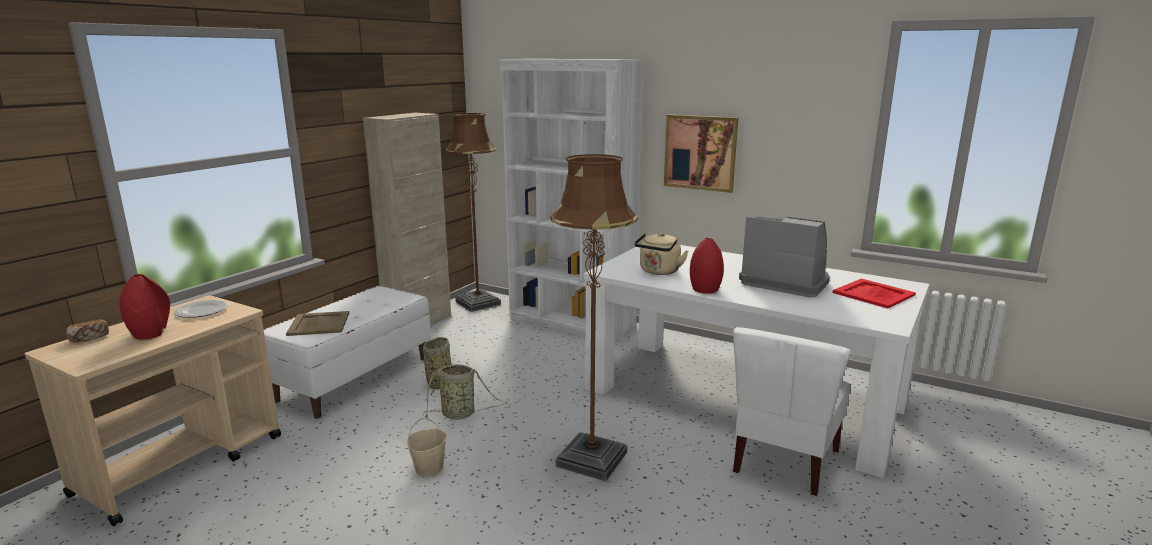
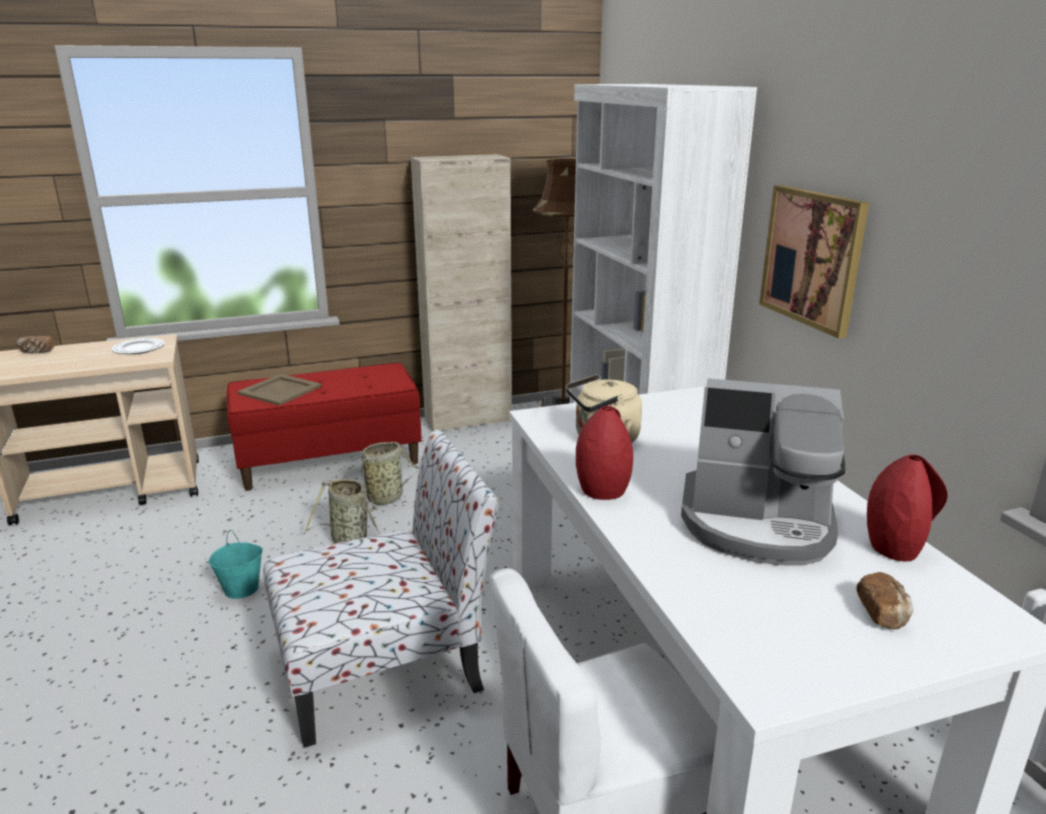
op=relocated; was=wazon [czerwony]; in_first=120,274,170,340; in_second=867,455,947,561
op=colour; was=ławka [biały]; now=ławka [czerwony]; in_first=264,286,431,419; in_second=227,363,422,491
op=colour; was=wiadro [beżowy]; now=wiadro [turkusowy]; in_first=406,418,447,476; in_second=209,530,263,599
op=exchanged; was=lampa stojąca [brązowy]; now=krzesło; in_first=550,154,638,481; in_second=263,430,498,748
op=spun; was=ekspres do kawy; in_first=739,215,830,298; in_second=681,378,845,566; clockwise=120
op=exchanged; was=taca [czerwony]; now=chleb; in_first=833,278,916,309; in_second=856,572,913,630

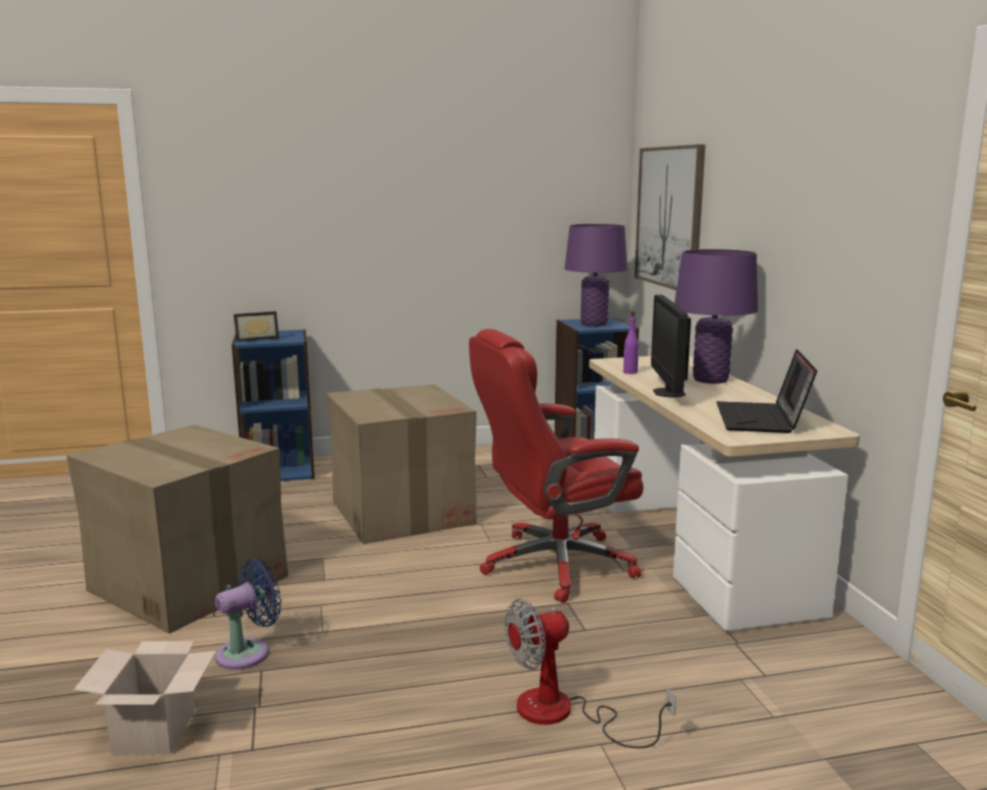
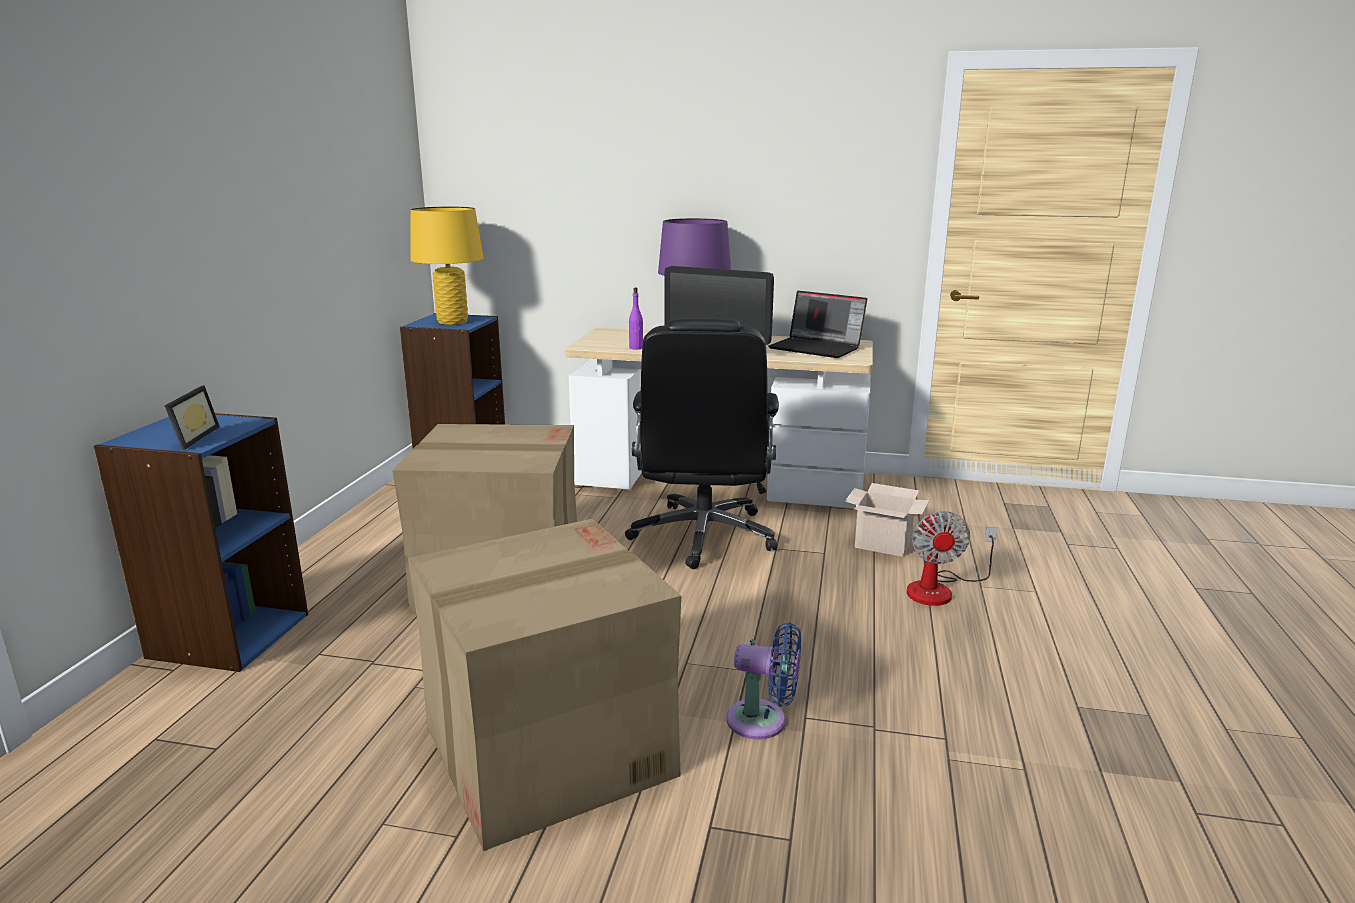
op=relocated; was=karton; in_first=73,641,216,754; in_second=845,483,929,557
op=spun; was=wentylator [niebieski]; in_first=215,558,281,670; in_second=726,623,801,739; clockwise=120
op=colour; was=krzesło biurowe [czerwony]; now=krzesło biurowe [czarny]; in_first=469,329,644,603; in_second=625,318,779,569
op=colour; was=lampa stołowa [fioletowy]; now=lampa stołowa [żółty]; in_first=564,224,627,327; in_second=410,207,484,325
op=missing; was=obraz; in_first=634,144,705,290

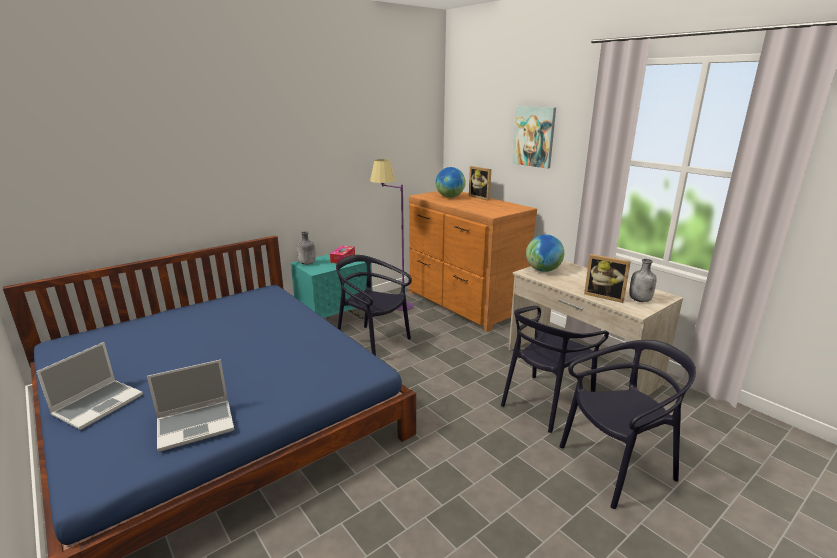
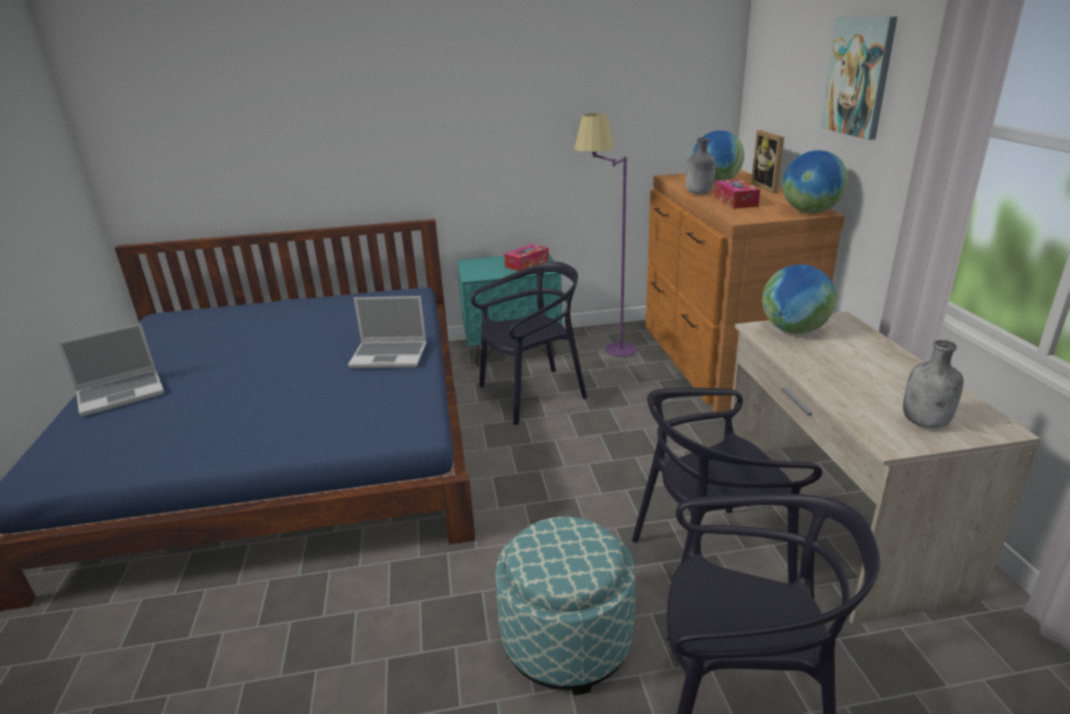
op=relocated; was=laptop; in_first=147,360,234,451; in_second=348,296,427,368
op=relocated; was=butelka [szary]; in_first=297,232,316,265; in_second=686,138,716,194
op=spun; was=krzesło [czarny]; in_first=336,255,412,356; in_second=471,262,587,425; clockwise=90
op=missing; was=ramka na zdjęcie; in_first=584,254,631,303
op=appeared; now=pufa; in_second=495,517,635,695
op=appeared; now=pudełko chusteczek; in_second=714,179,760,209
op=appeared; now=globus; in_second=782,150,848,213

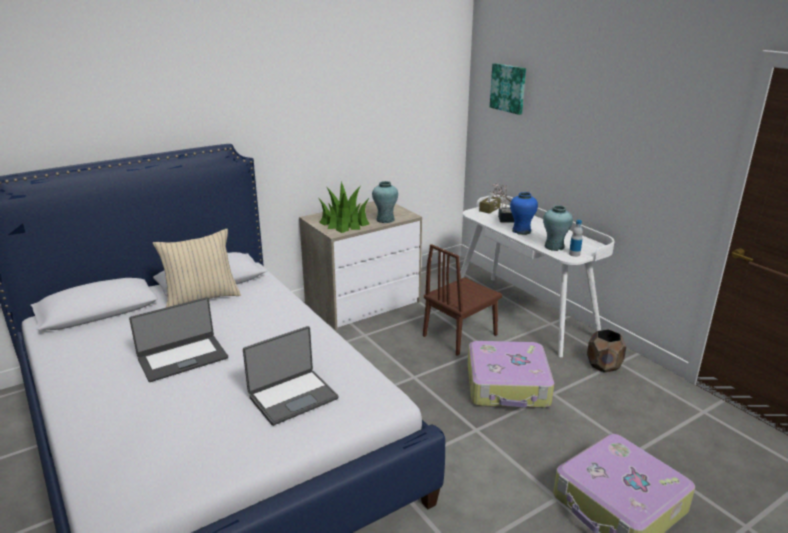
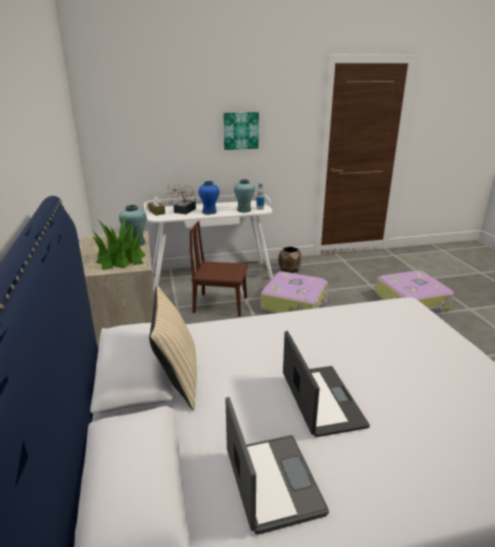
op=relocated; was=laptop; in_first=243,326,338,426; in_second=226,397,329,535
op=spun; was=krzesło [brązowy]; in_first=423,244,502,356; in_second=190,221,248,317; clockwise=120
op=relocated; was=obraz; in_first=490,63,526,115; in_second=223,112,259,150

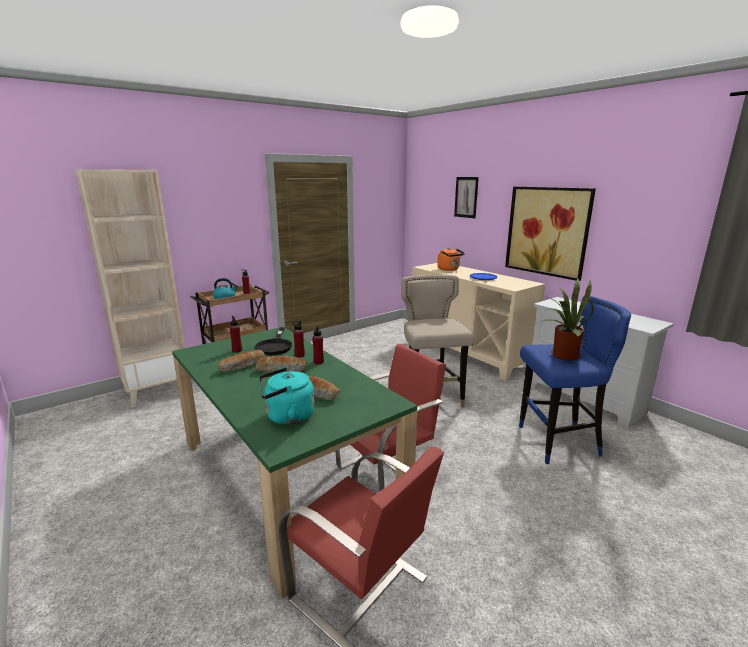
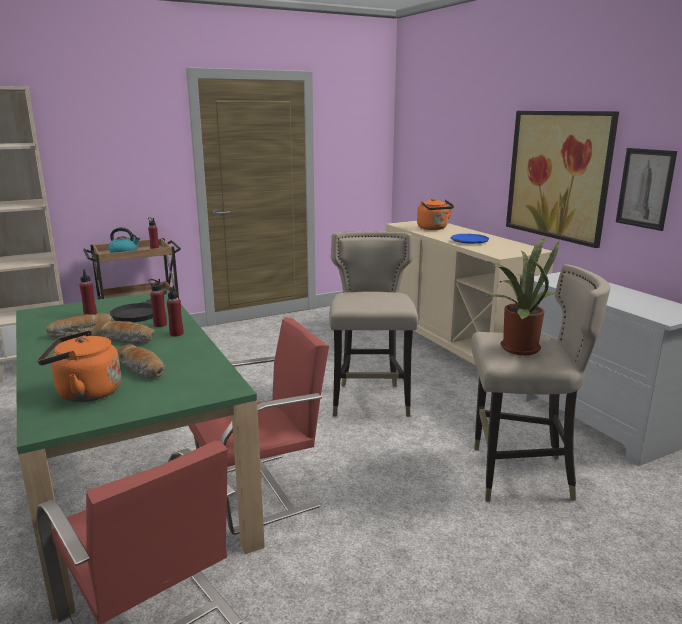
op=colour; was=czajnik [turkusowy]; now=czajnik [pomarańczowy]; in_first=259,367,315,425; in_second=37,331,121,402
op=relocated; was=obraz; in_first=454,177,479,218; in_second=616,148,677,231
op=colour; was=stołek [niebieski]; now=stołek [beżowy]; in_first=519,296,631,464; in_second=471,264,611,502

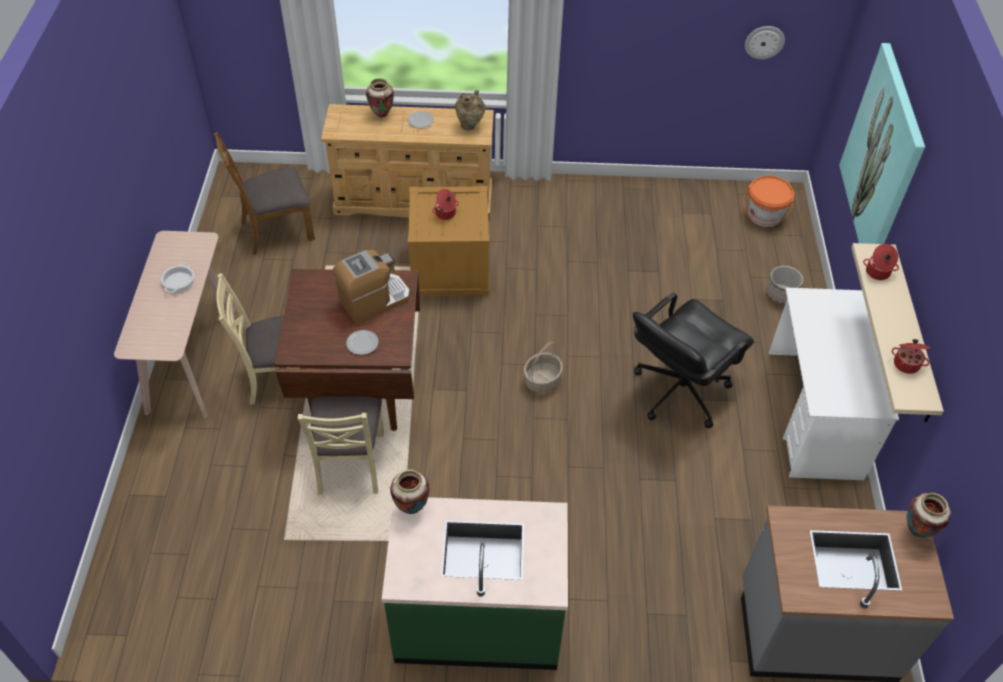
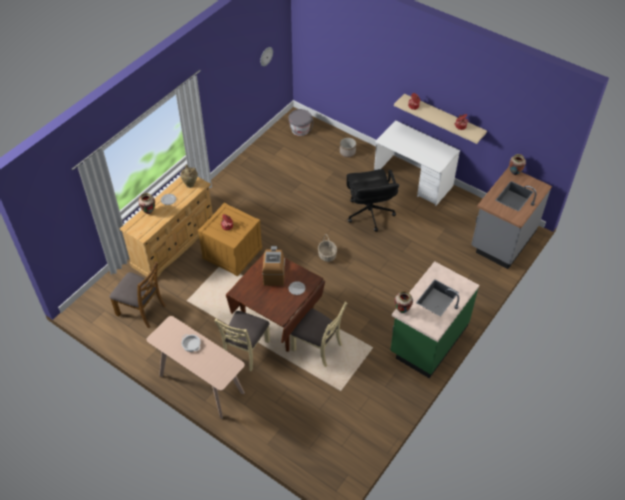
op=spun; was=krzesło [brązowy]; in_first=214,132,315,255; in_second=110,261,166,328; clockwise=-75
op=colour; was=wiadro [pomarańczowy]; now=wiadro [szary]; in_first=744,176,794,227; in_second=289,109,313,136
op=missing; was=obraz; in_first=839,43,925,244

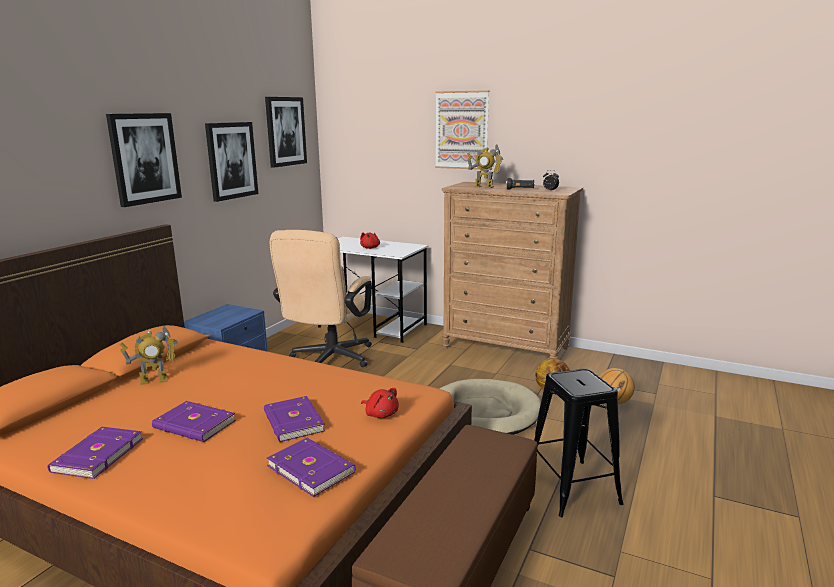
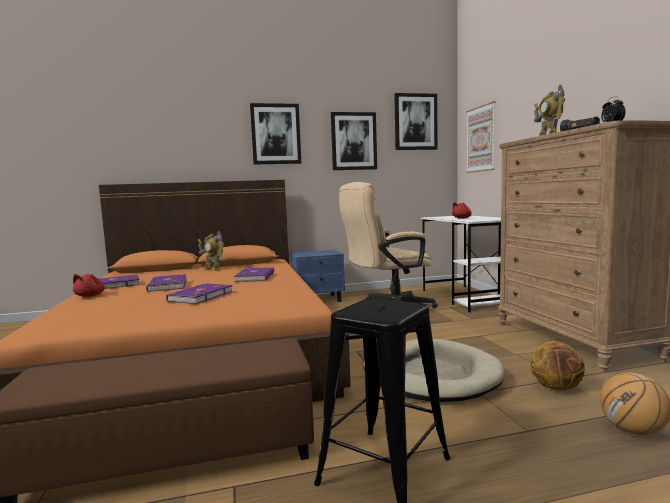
op=relocated; was=książka [fioletowy]; in_first=267,438,356,497; in_second=234,267,274,282
op=relocated; was=pluszak [czerwony]; in_first=361,388,399,418; in_second=73,274,105,297
op=relocated; was=obraz; in_first=435,90,489,170; in_second=466,101,496,173

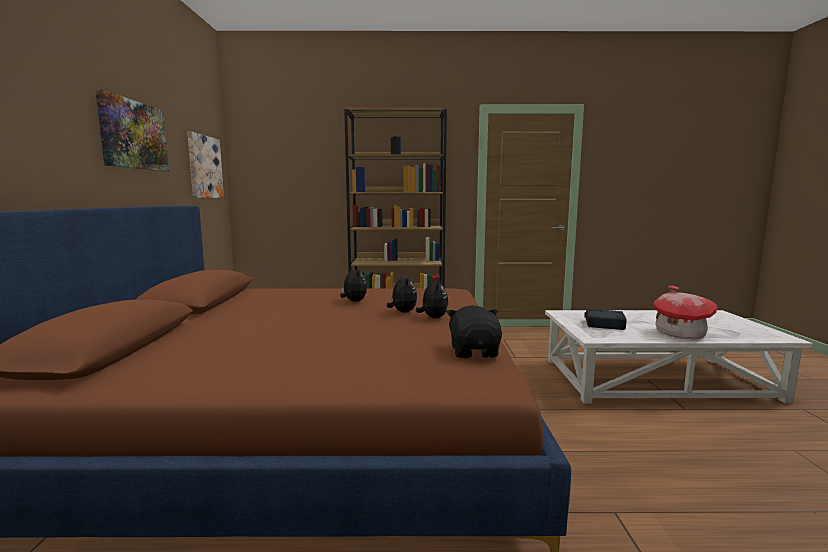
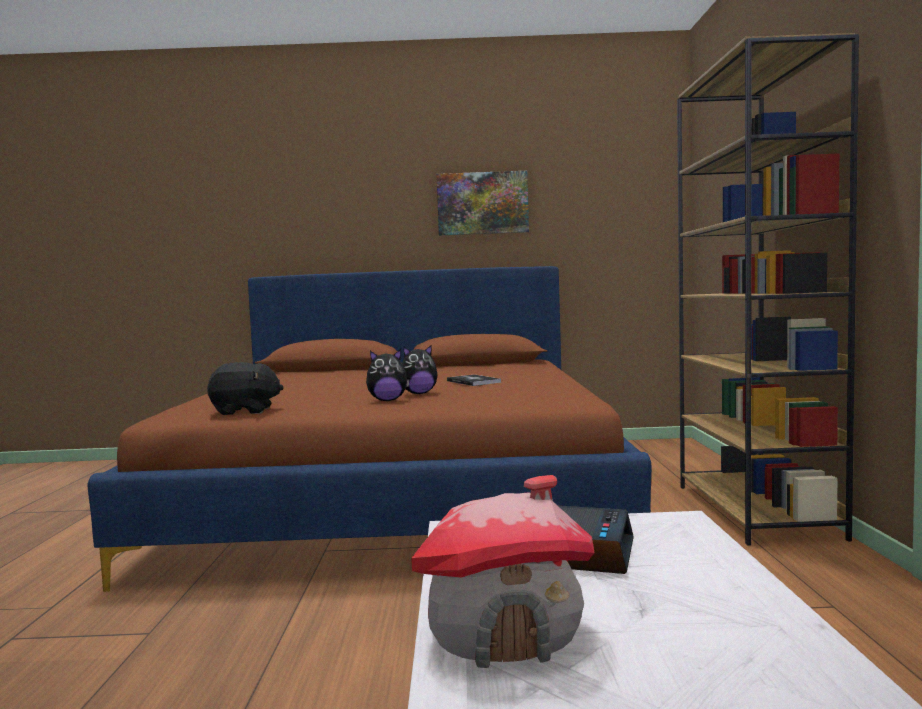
op=missing; was=obraz; in_first=187,132,224,198
op=exchanged; was=pluszak; now=książka; in_first=340,267,367,302; in_second=447,375,501,386

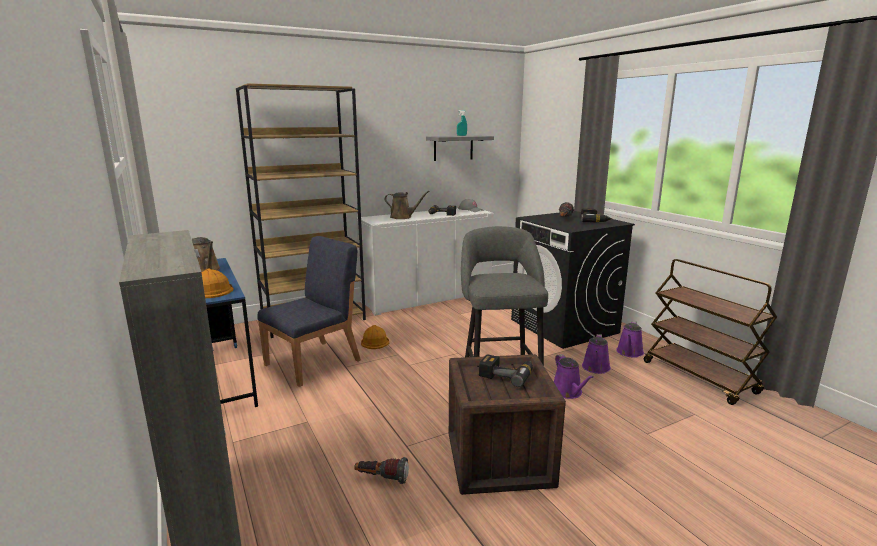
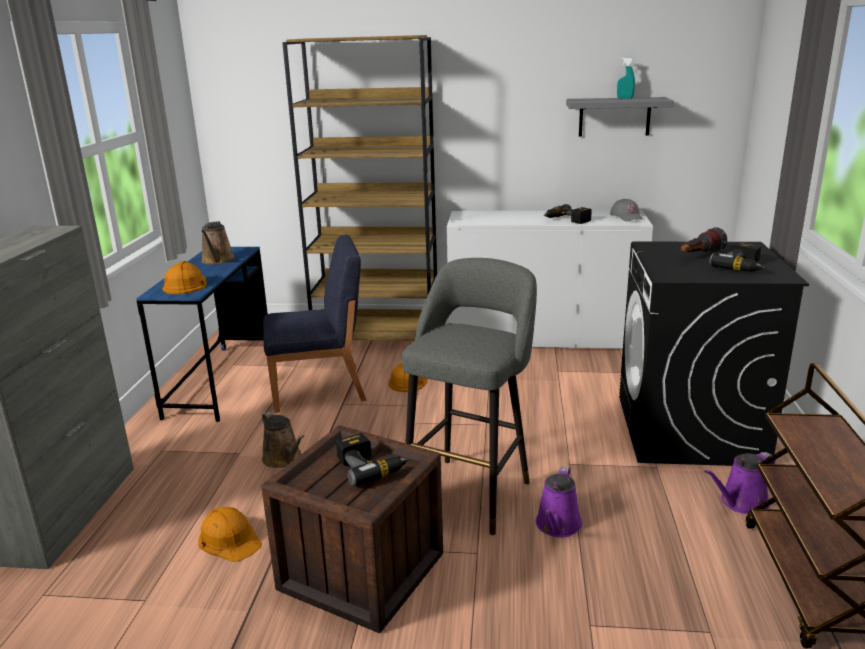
op=exchanged; was=latarka; now=kask [pomarańczowy]; in_first=354,457,409,484; in_second=198,507,262,562
op=relocated; was=konewka [brązowy]; in_first=385,191,430,219; in_second=262,411,304,468
op=missing; was=konewka [fioletowy]; in_first=582,334,611,374

